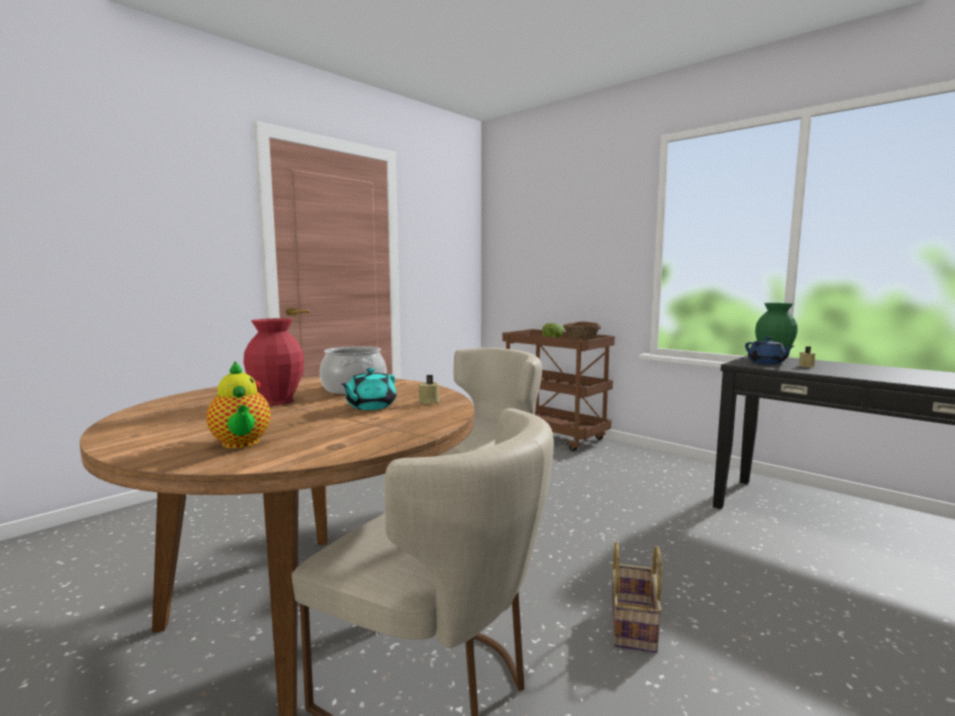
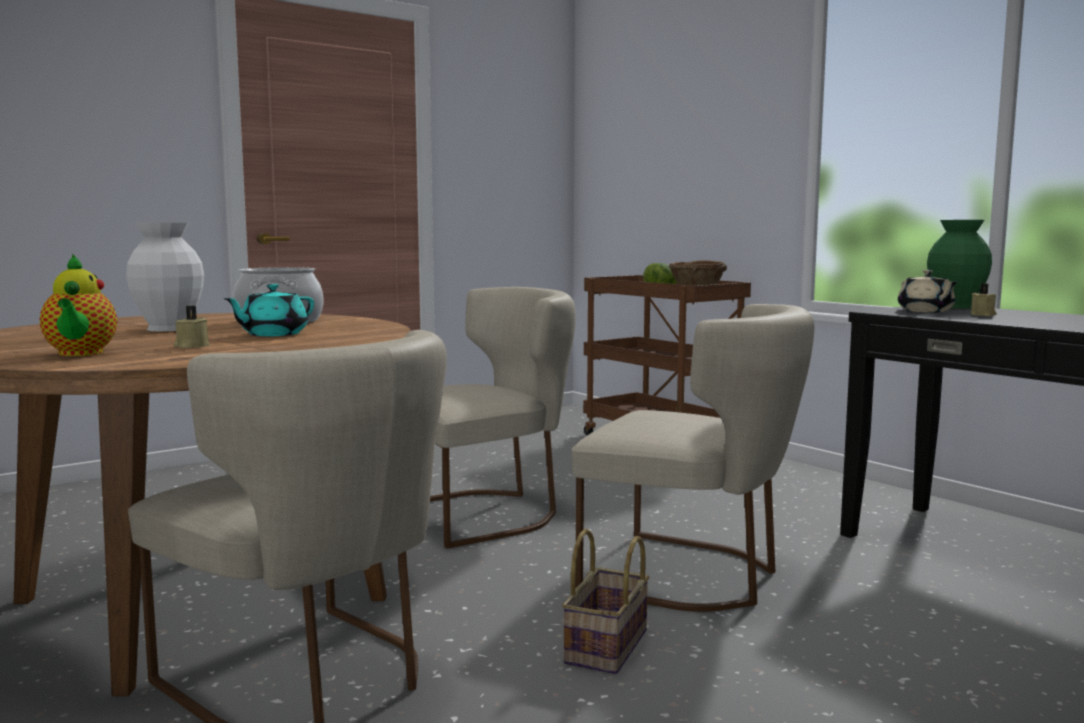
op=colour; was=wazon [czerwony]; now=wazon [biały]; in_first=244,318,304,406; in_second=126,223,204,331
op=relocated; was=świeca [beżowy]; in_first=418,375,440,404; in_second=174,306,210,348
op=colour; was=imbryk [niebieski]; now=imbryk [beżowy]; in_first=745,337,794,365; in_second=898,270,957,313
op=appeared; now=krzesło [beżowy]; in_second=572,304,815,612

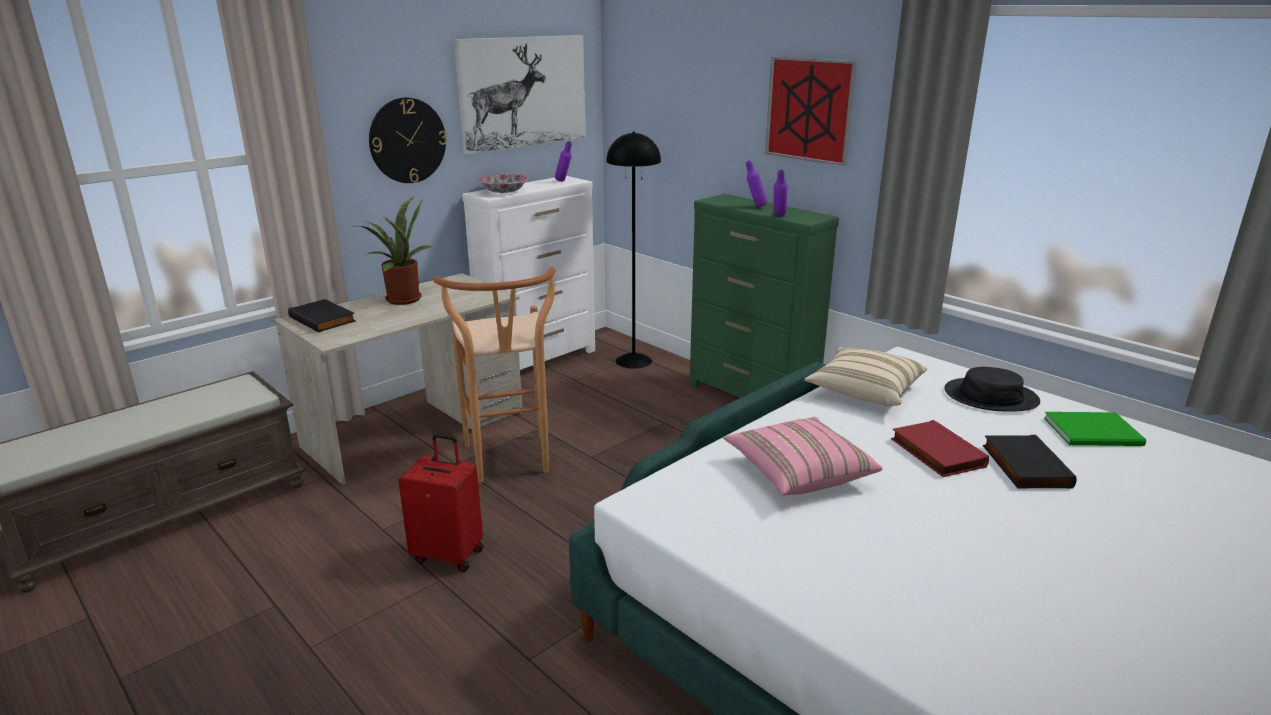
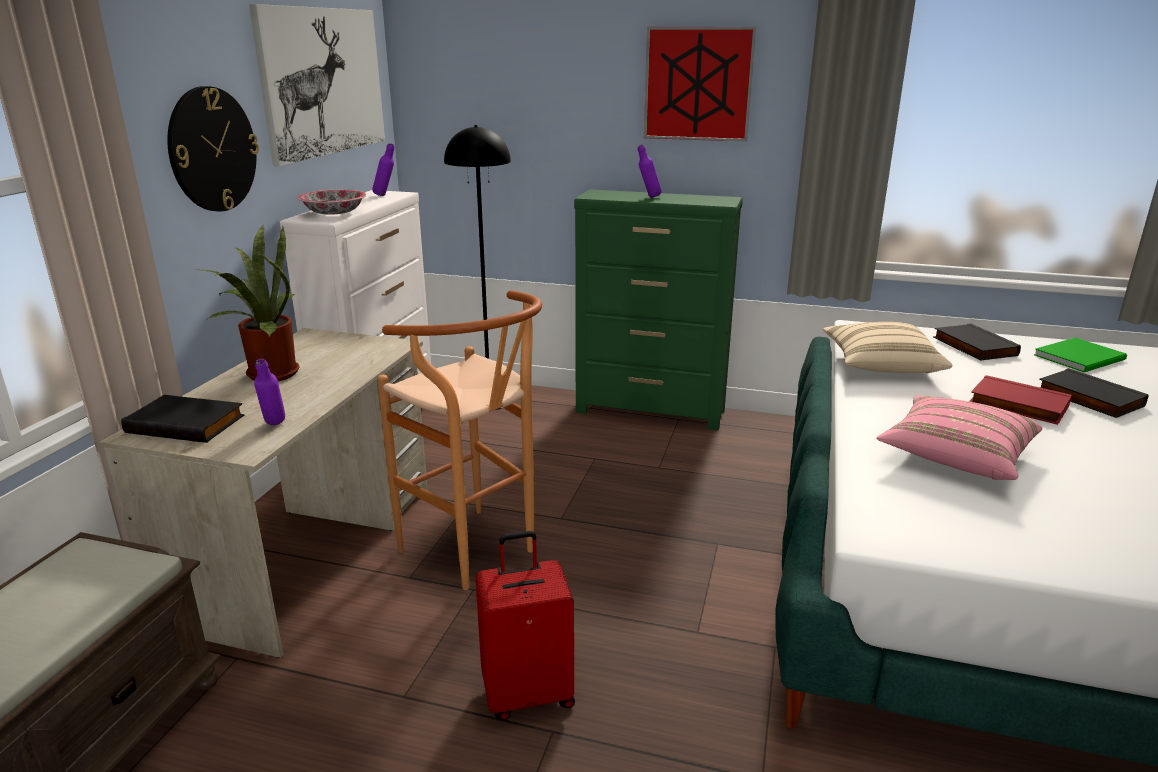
op=relocated; was=butelka [fioletowy]; in_first=773,170,788,216; in_second=254,359,285,425
op=exchanged; was=kapelusz [czarny]; now=książka [czarny]; in_first=944,367,1040,411; in_second=933,323,1021,361

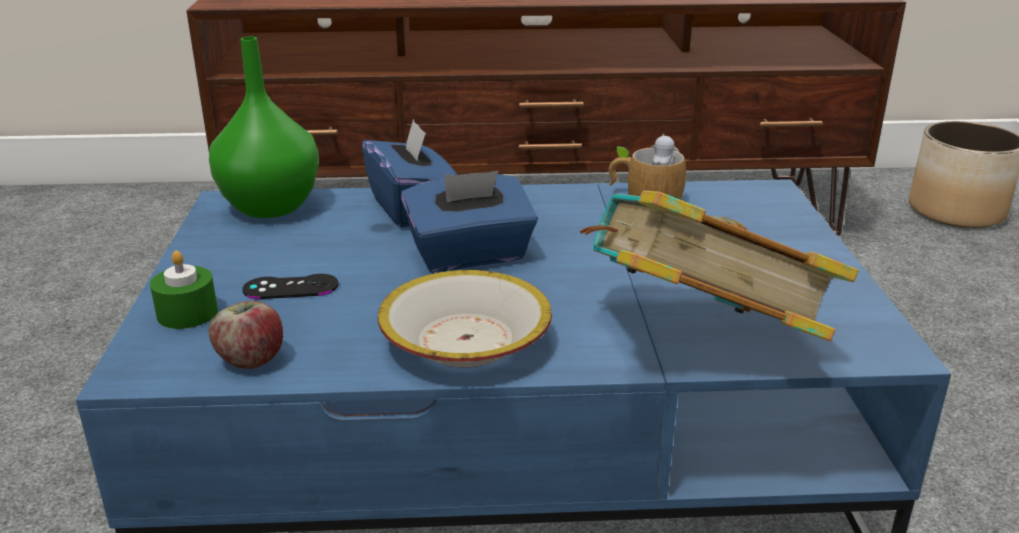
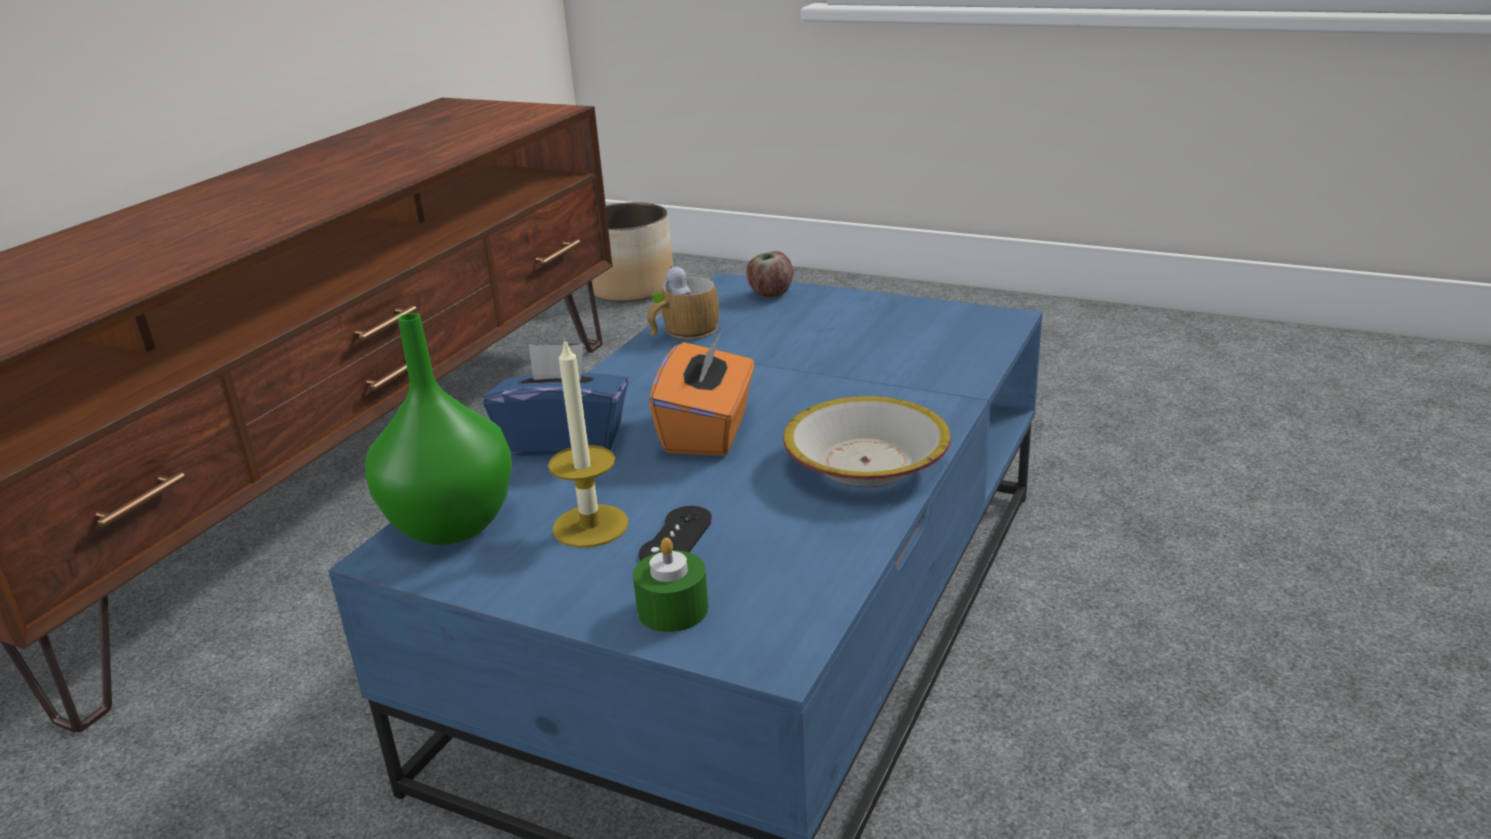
op=relocated; was=jabłko; in_first=209,301,283,369; in_second=747,251,793,298
op=colour; was=pudełko chusteczek [niebieski]; now=pudełko chusteczek [pomarańczowy]; in_first=401,171,538,272; in_second=649,330,754,456
op=missing; was=książka; in_first=580,191,858,341
op=appeared; now=świeca; in_second=548,340,629,548

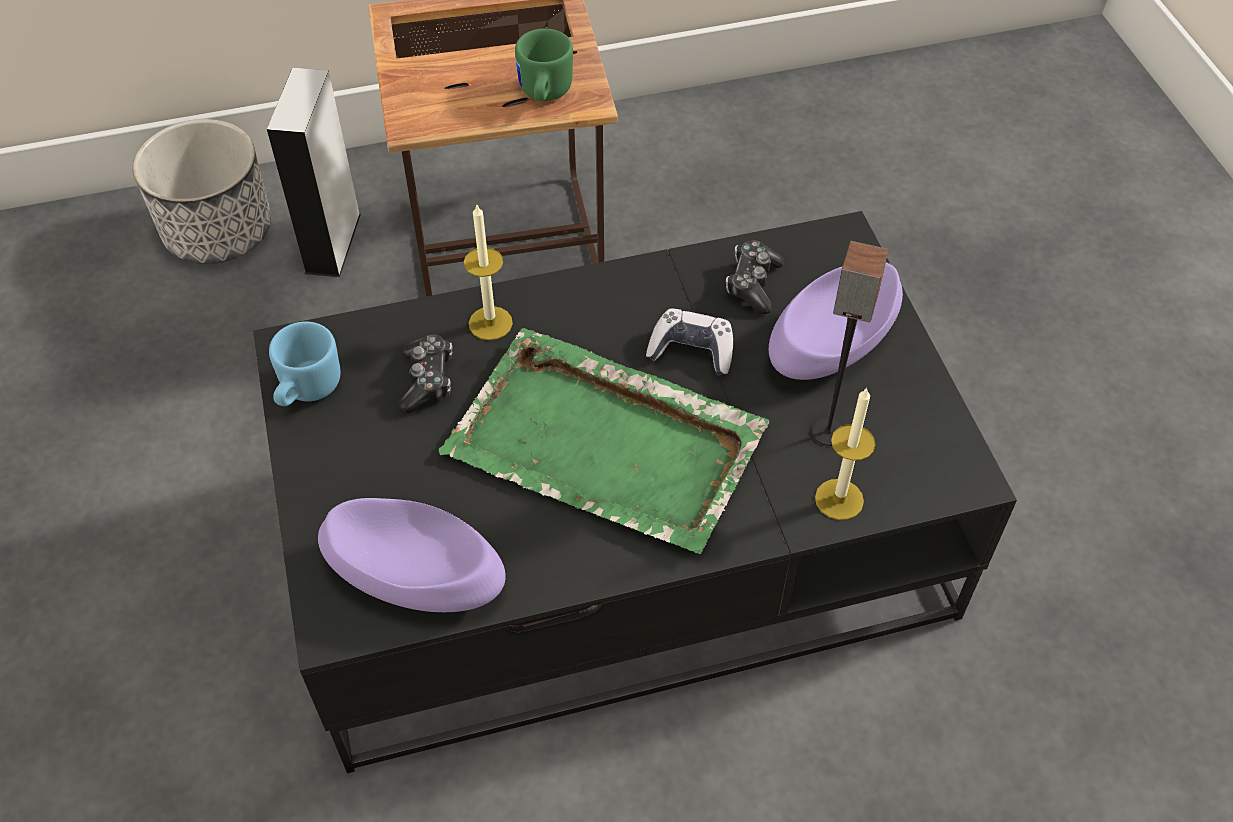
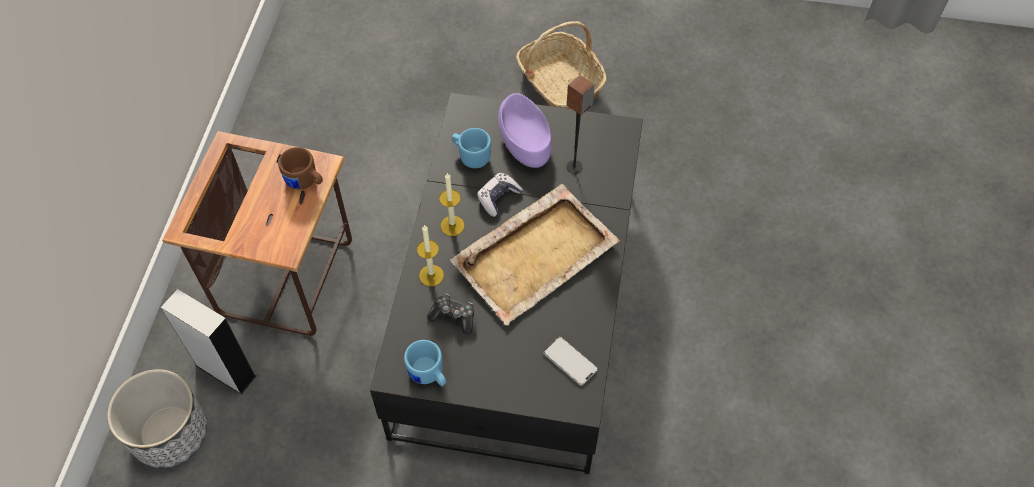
op=exchanged; was=miska [fioletowy]; now=telefon; in_first=318,498,506,612; in_second=544,337,598,386
op=colour; was=taca [zielony]; now=taca [beżowy]; in_first=439,328,770,554; in_second=450,184,620,325
op=colour; was=kubek [zielony]; now=kubek [brązowy]; in_first=515,29,573,101; in_second=278,147,323,190
op=exchanged; was=pad do gier; now=kubek [niebieski]; in_first=726,240,784,314; in_second=452,128,491,168
op=relocated; was=świeca; in_first=815,387,875,520; in_second=439,173,464,236
op=appeared; now=koszyk; in_second=516,21,607,109

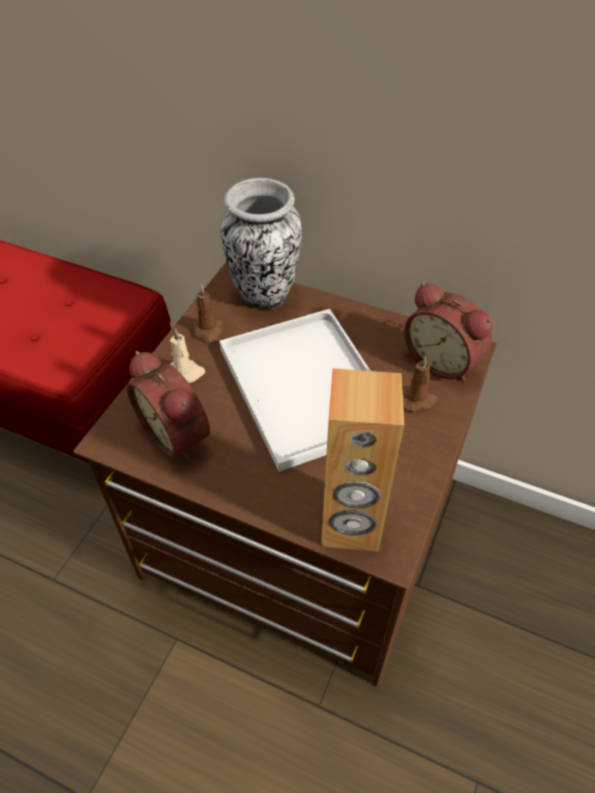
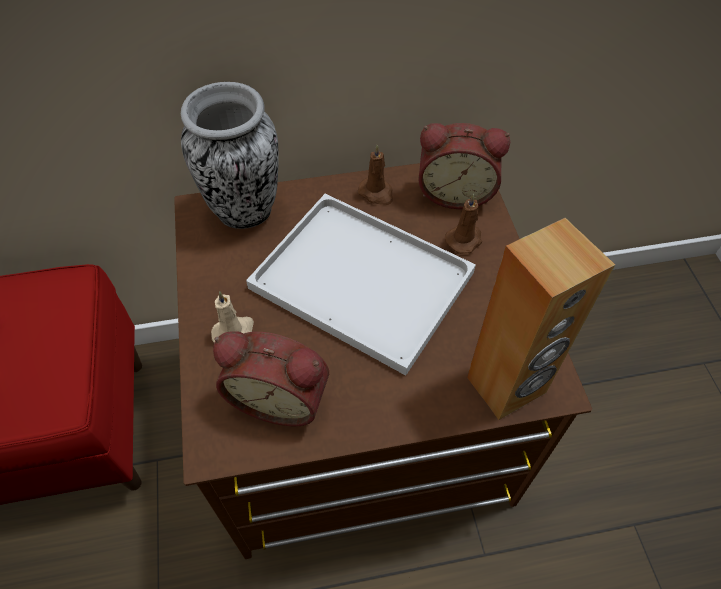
op=relocated; was=świeca [brązowy]; in_first=192,285,222,344; in_second=358,144,393,205

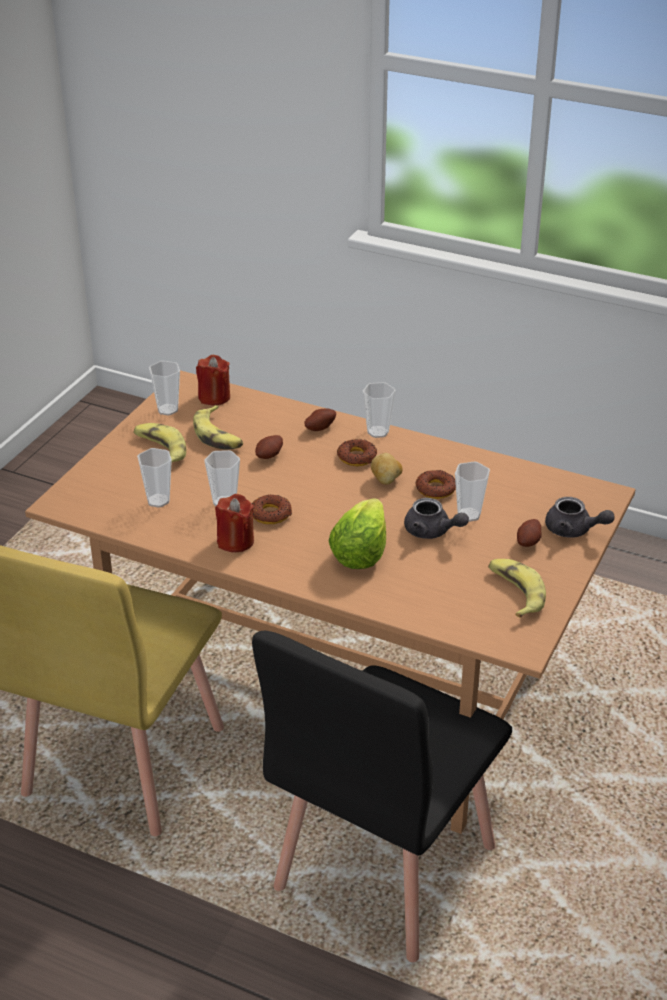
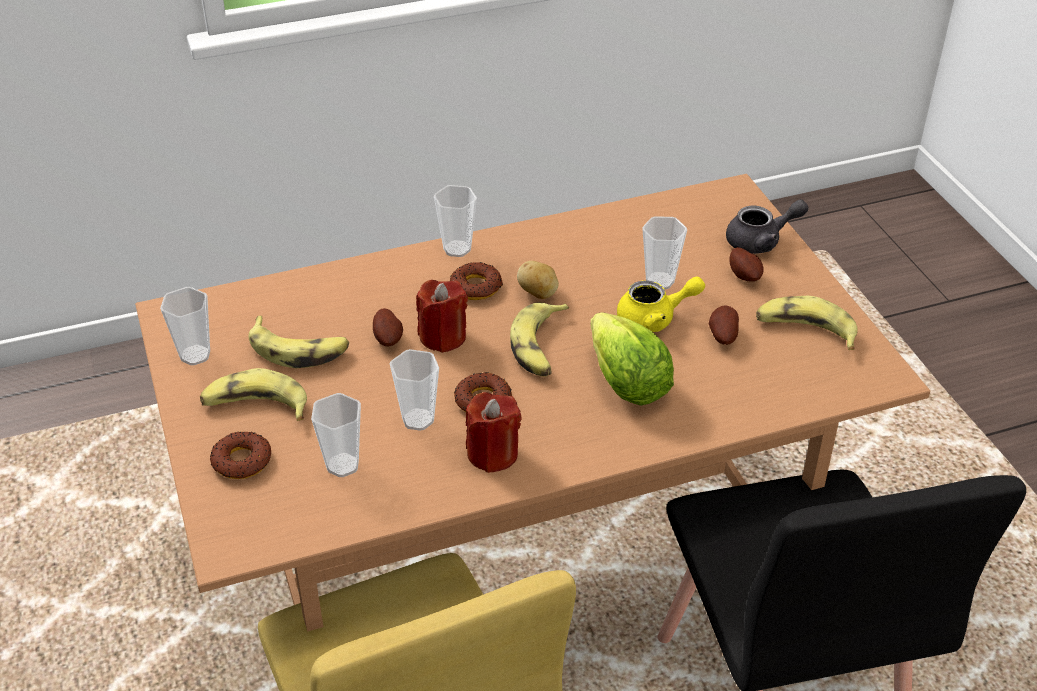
op=relocated; was=świeca [czerwony]; in_first=196,355,230,406; in_second=416,280,468,353
op=relocated; was=ziemniak; in_first=304,408,336,431; in_second=709,305,739,345
op=colour; was=imbryk [szary]; now=imbryk [żółty]; in_first=404,498,469,539; in_second=617,276,705,332
op=relocated; was=donut; in_first=416,470,456,499; in_second=210,431,271,479
op=appeared; now=banan; in_second=510,303,569,377

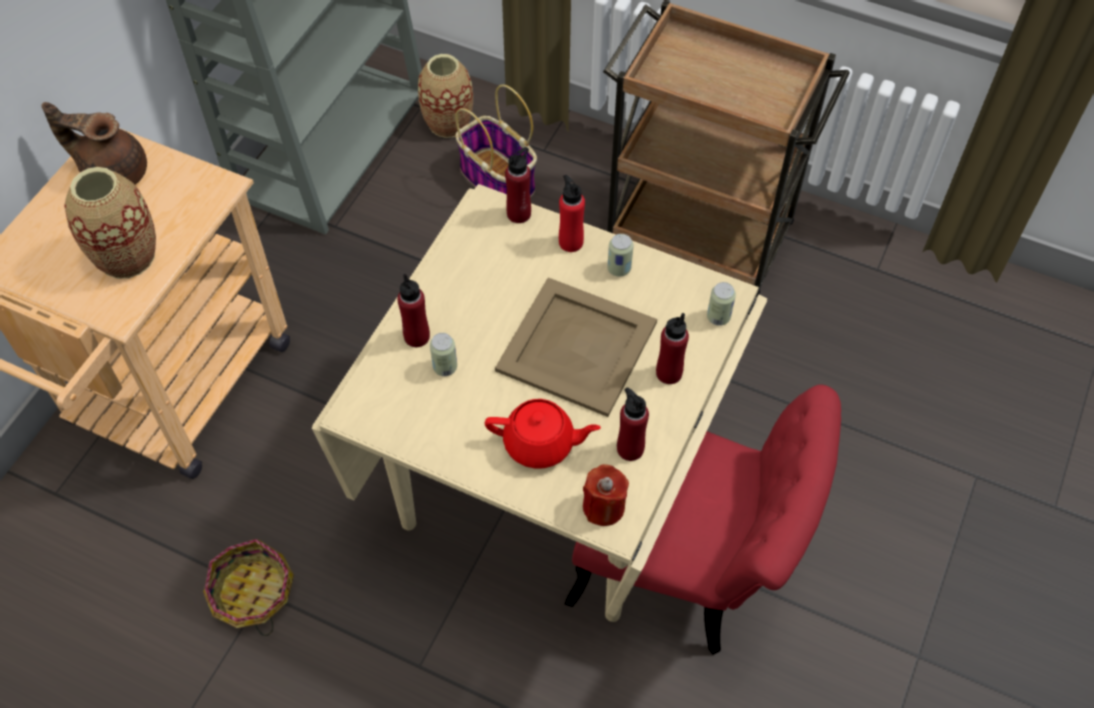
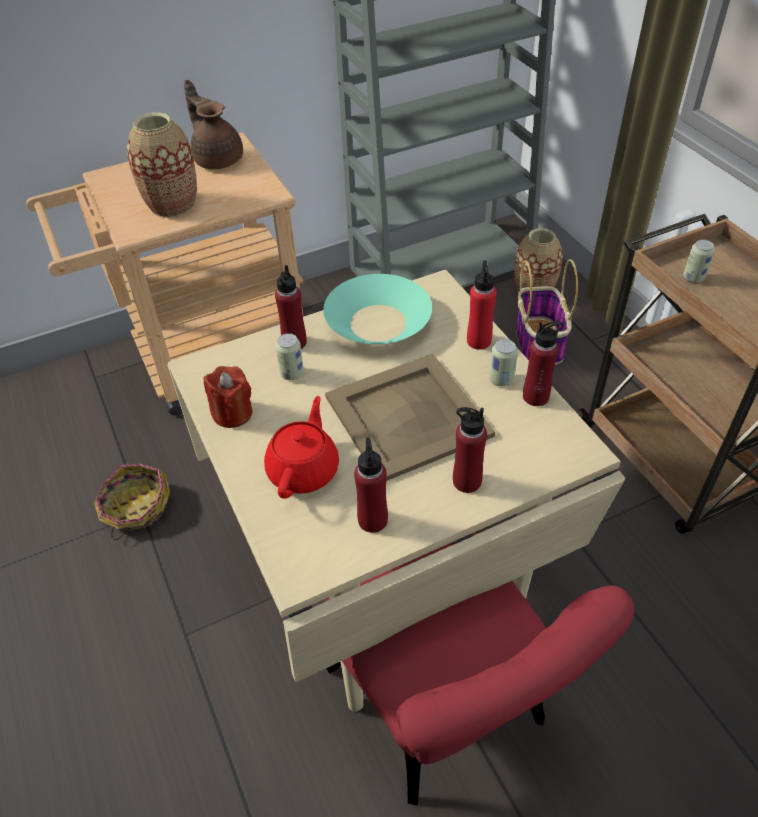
op=spun; was=imbryk [czerwony]; in_first=485,399,601,469; in_second=264,396,339,499; clockwise=-120
op=relocated; was=butelka [czerwony]; in_first=505,147,531,223; in_second=523,321,564,406
op=relocated; was=świeca [czerwony]; in_first=583,464,629,526; in_second=204,366,253,428
op=relocated; was=puszka; in_first=707,282,736,326; in_second=683,239,715,283
op=appeared; now=miska [turkusowy]; in_second=323,274,432,344

